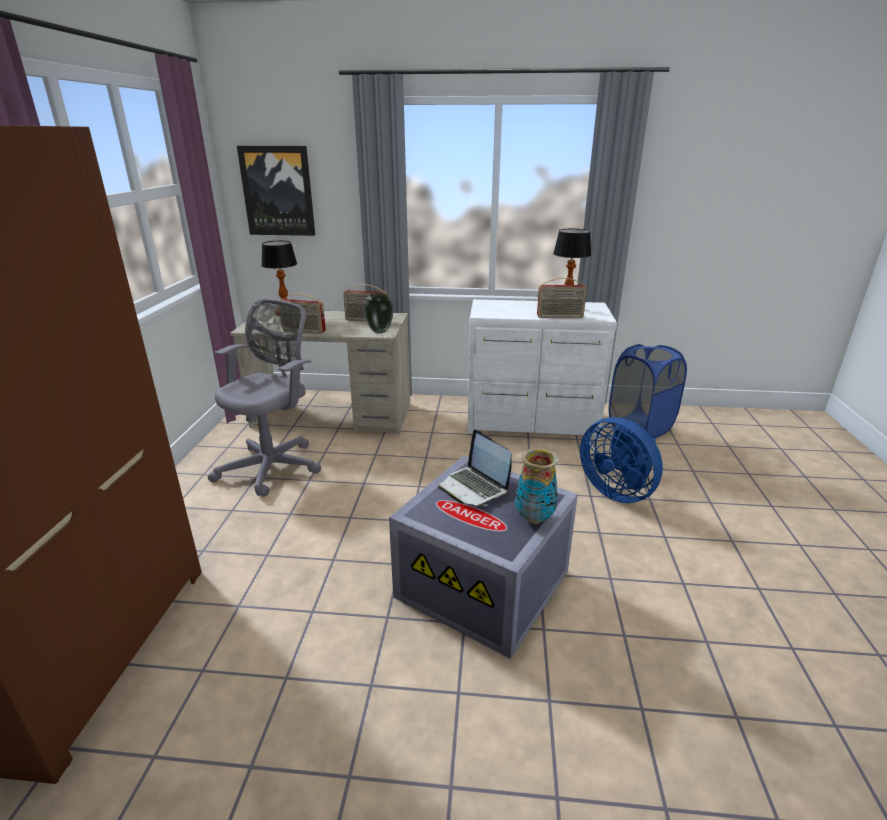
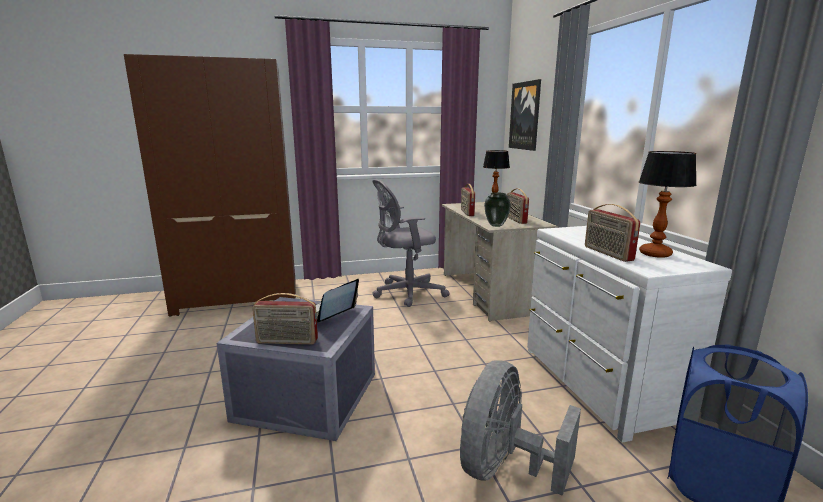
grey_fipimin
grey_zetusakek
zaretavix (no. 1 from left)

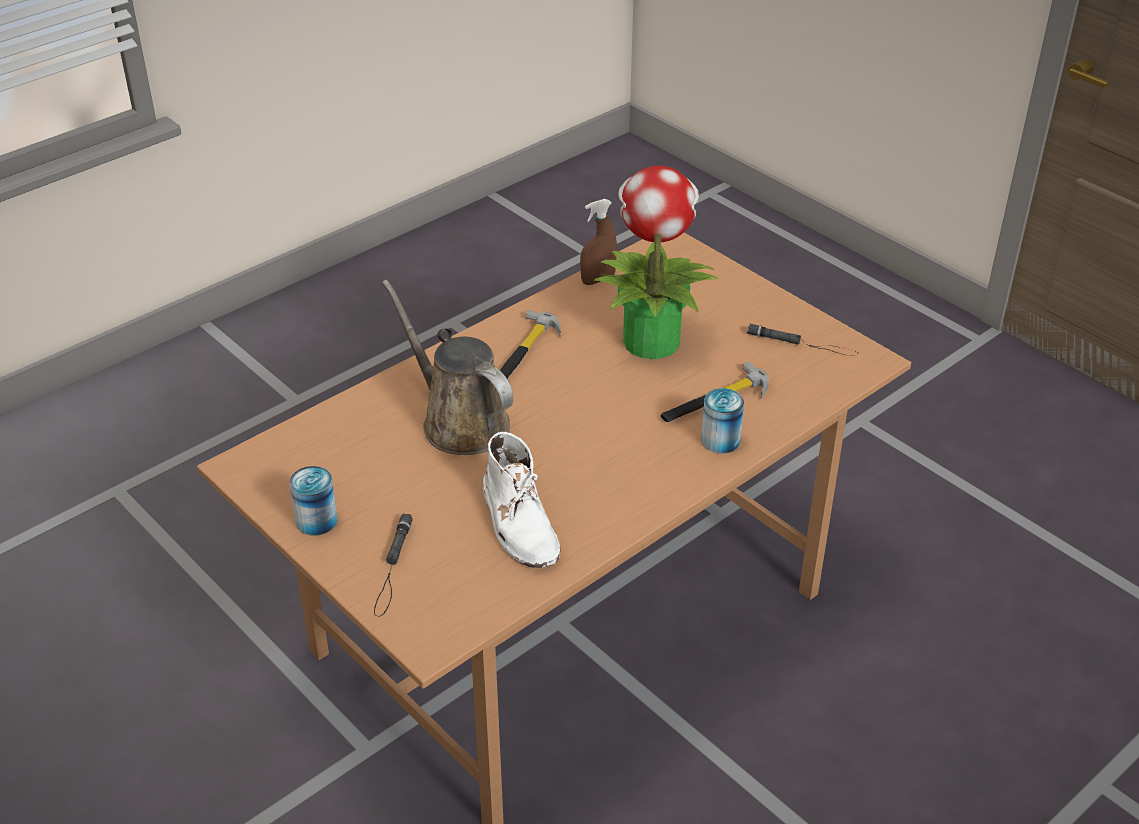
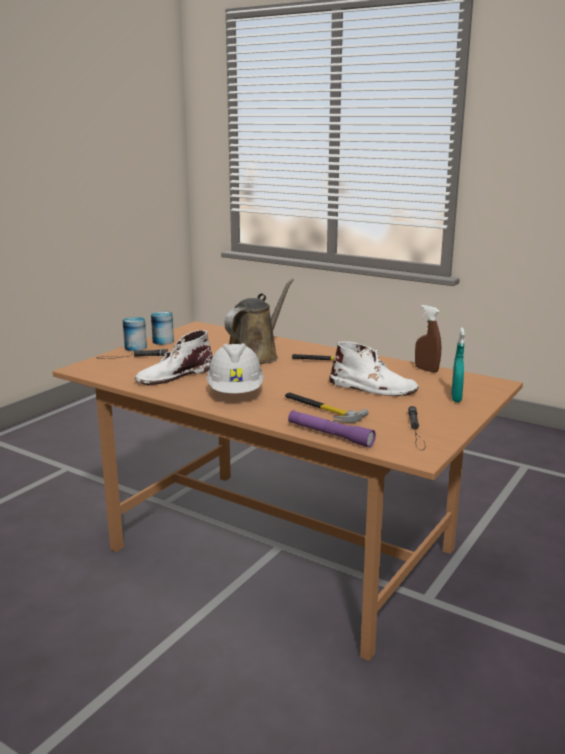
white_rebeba (no. 2 from left)
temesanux (no. 1 from left)
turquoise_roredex
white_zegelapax
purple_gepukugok

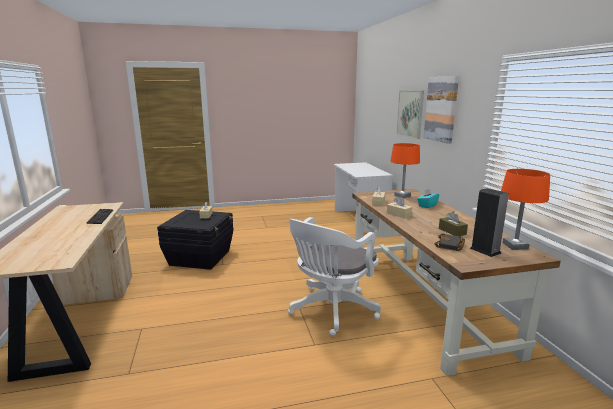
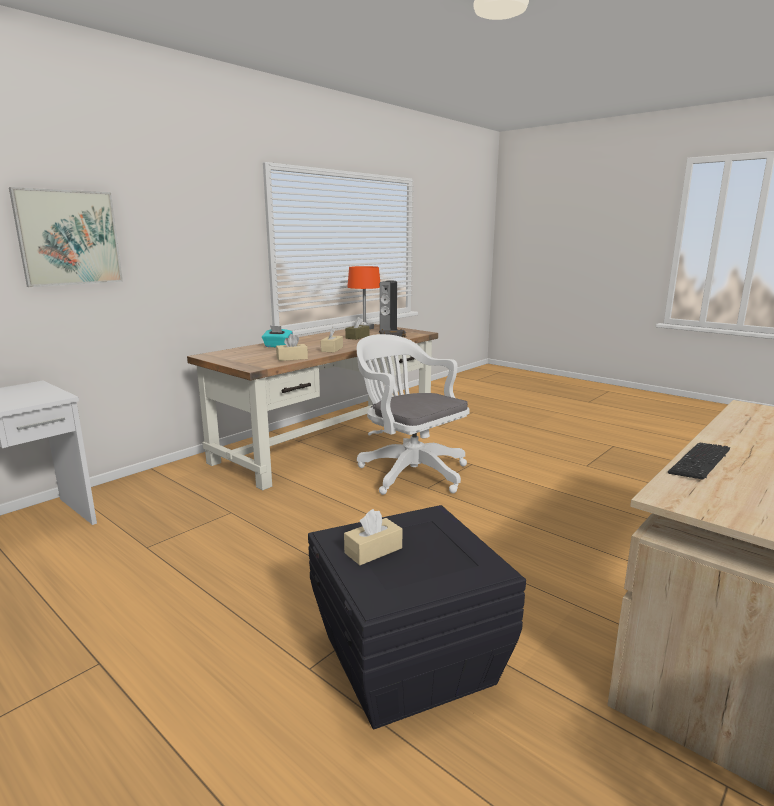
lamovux (no. 2 from left in the first image)
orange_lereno (no. 1 from left in the first image)
white_fipimin

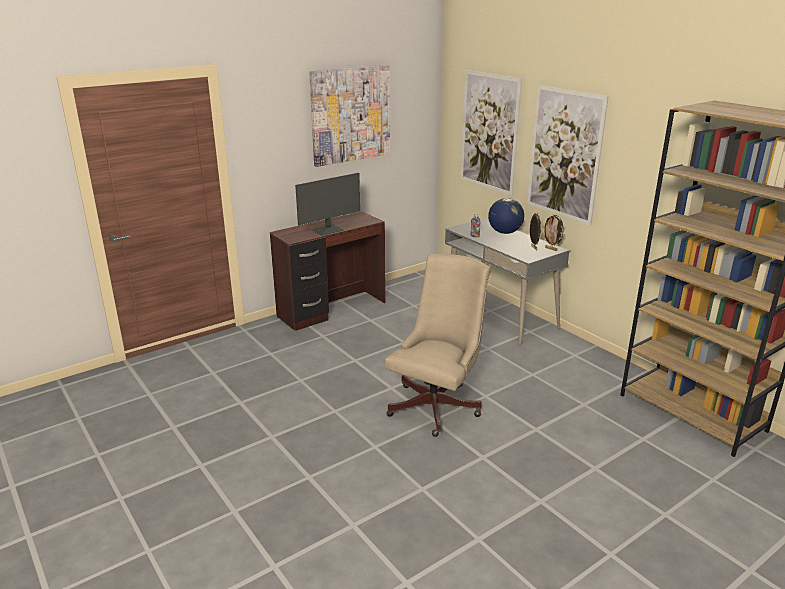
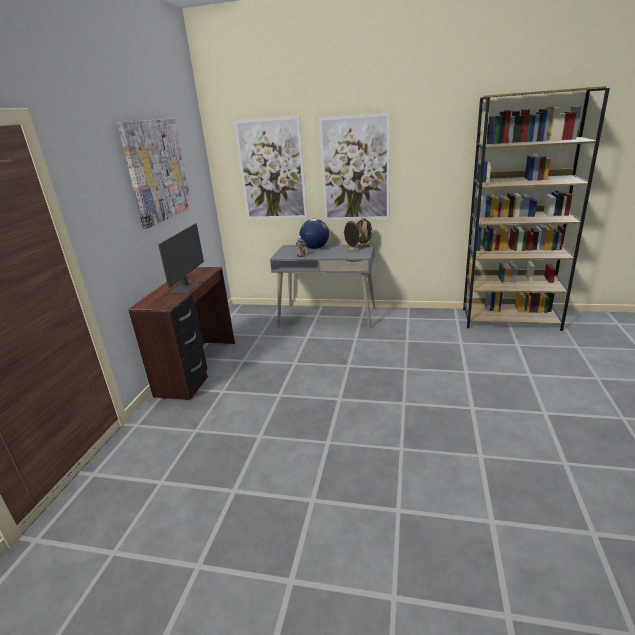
beige_fipimin

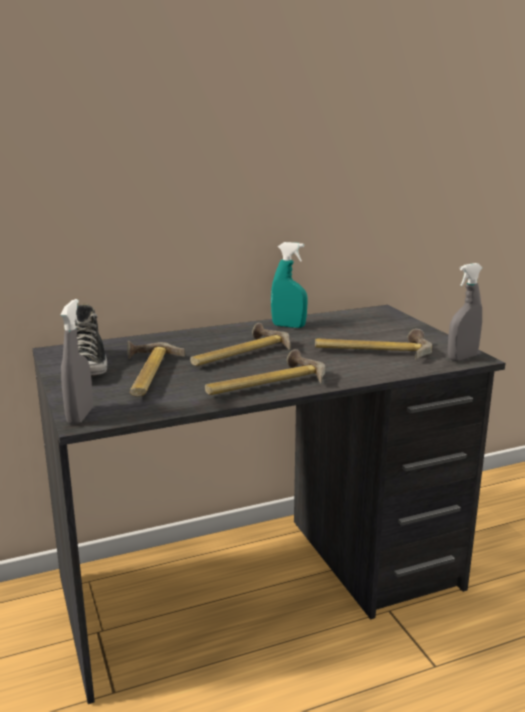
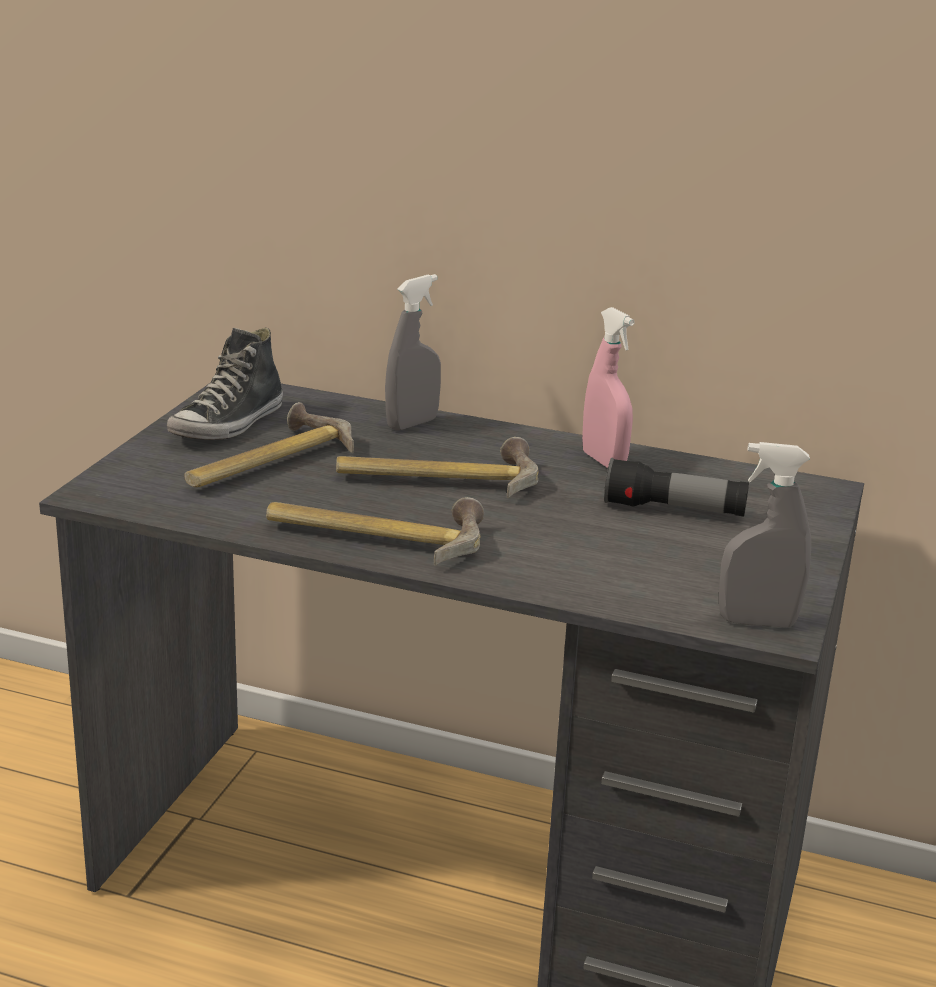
pink_roredex
grey_roredex (no. 1 from left)
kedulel (no. 4 from left in the first image)
gepukugok

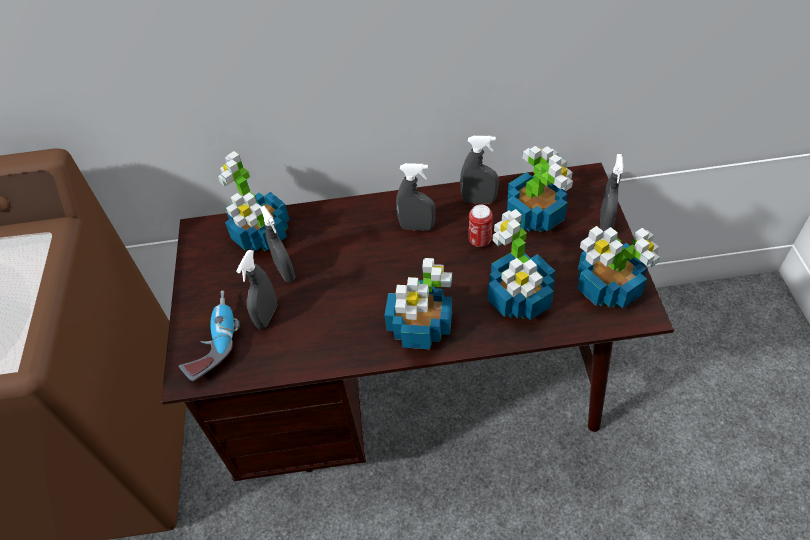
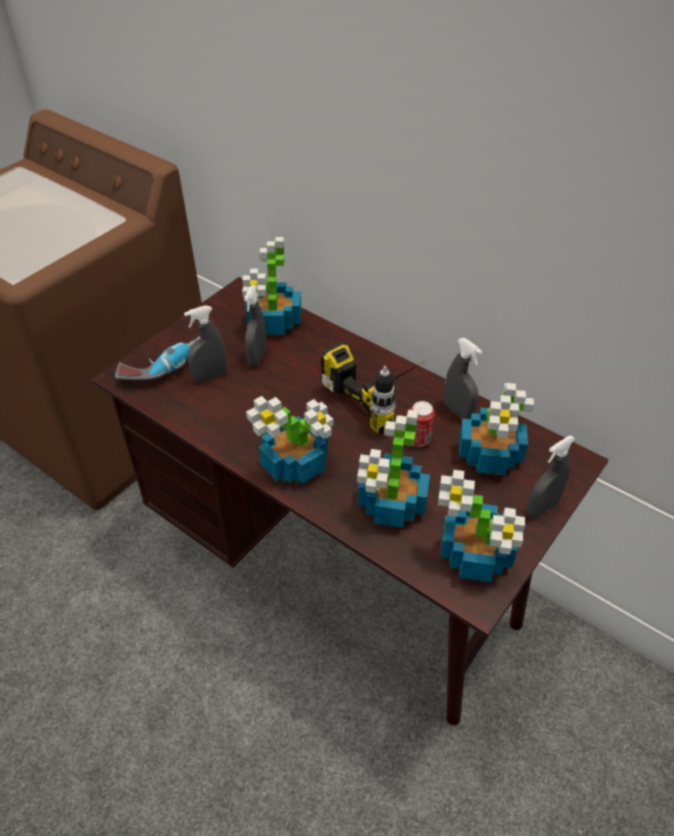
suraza (no. 2 from left)

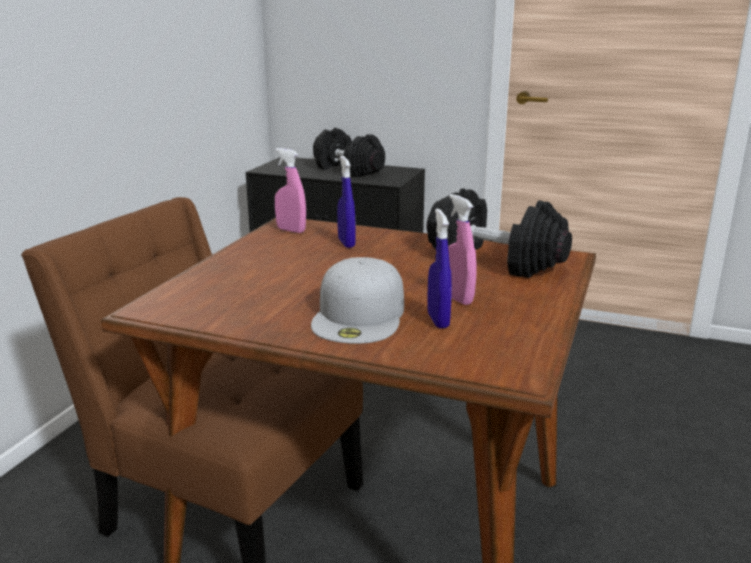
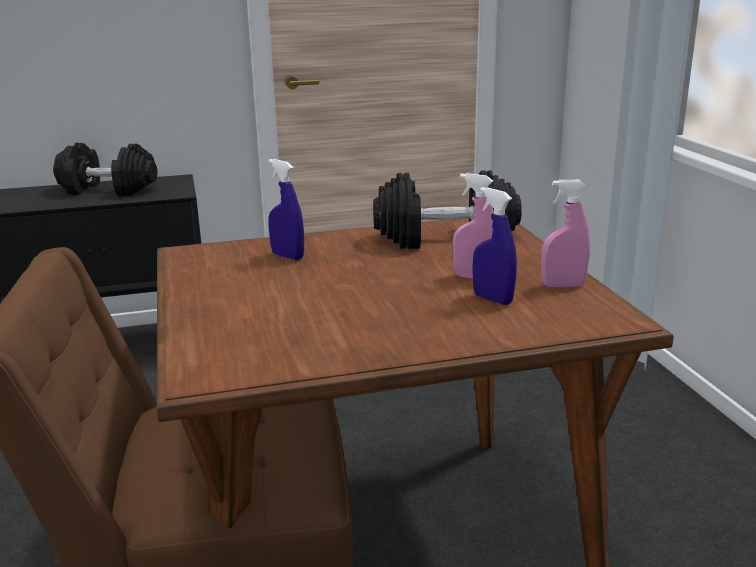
pink_roredex (no. 2 from left)
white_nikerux

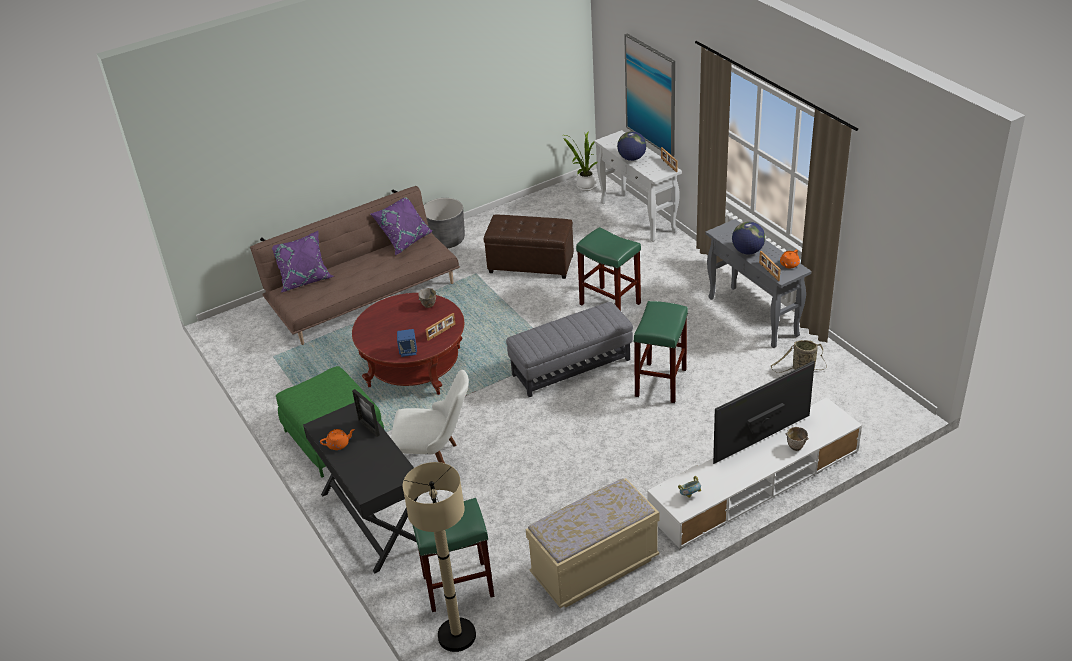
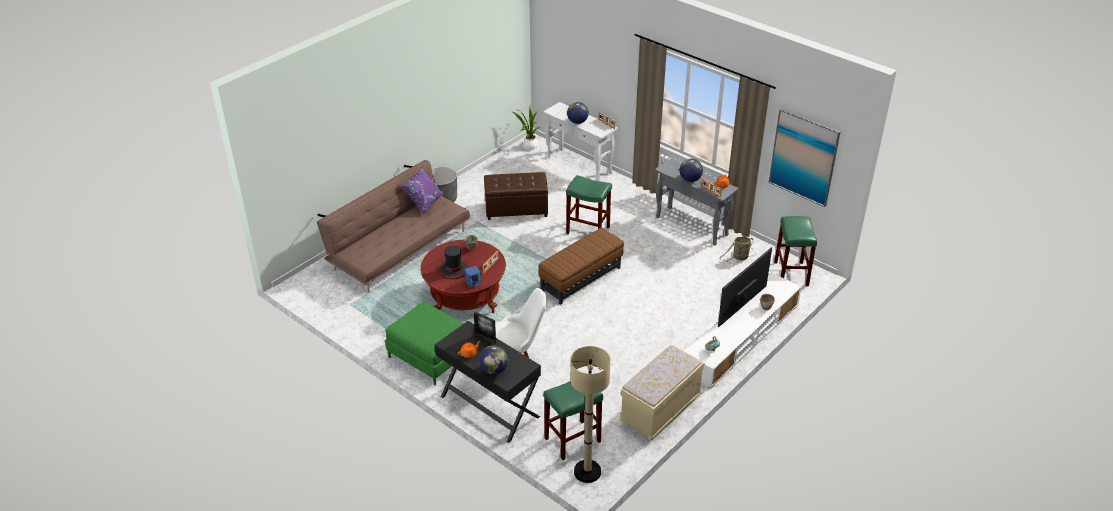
lamovux
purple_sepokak (no. 1 from left in the first image)
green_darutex (no. 3 from left)
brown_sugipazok (no. 2 from left)
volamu
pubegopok (no. 1 from left)

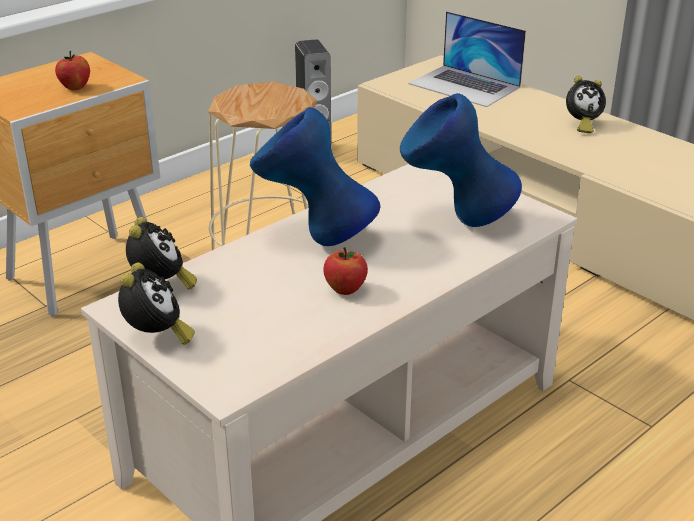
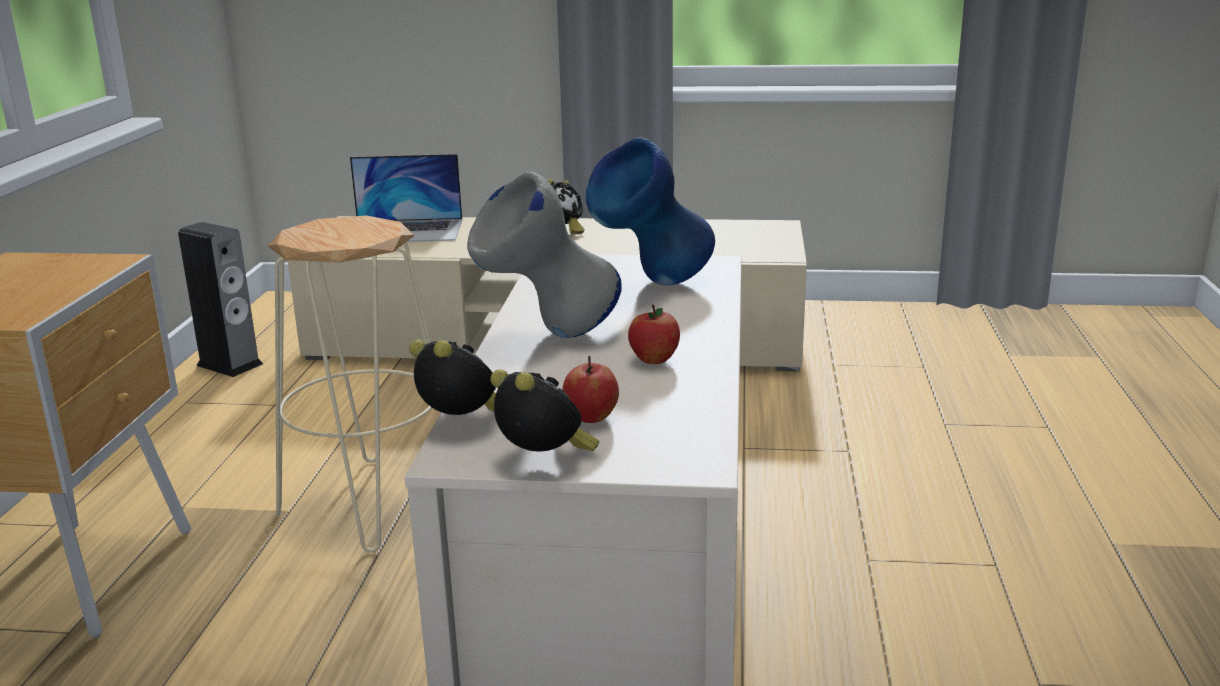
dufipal (no. 1 from left)
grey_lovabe

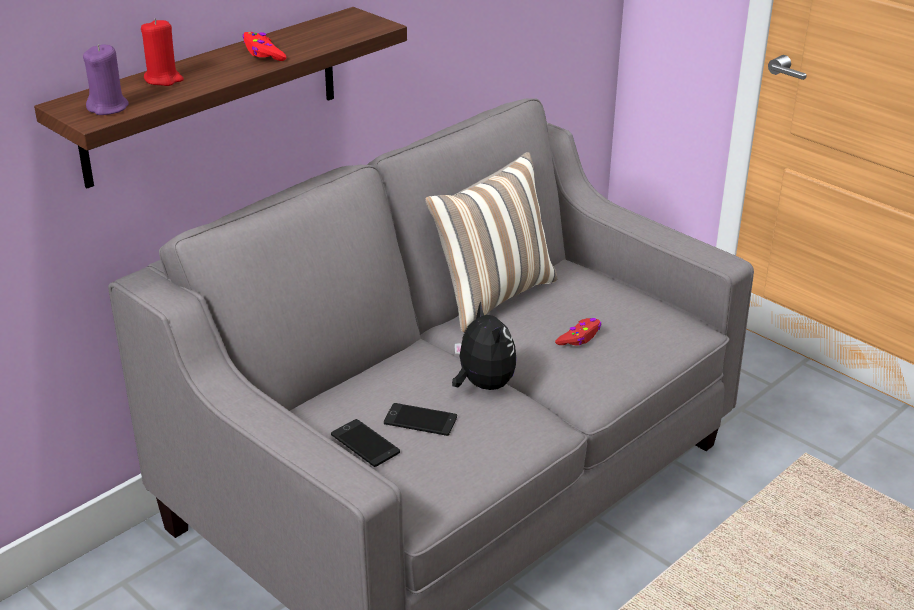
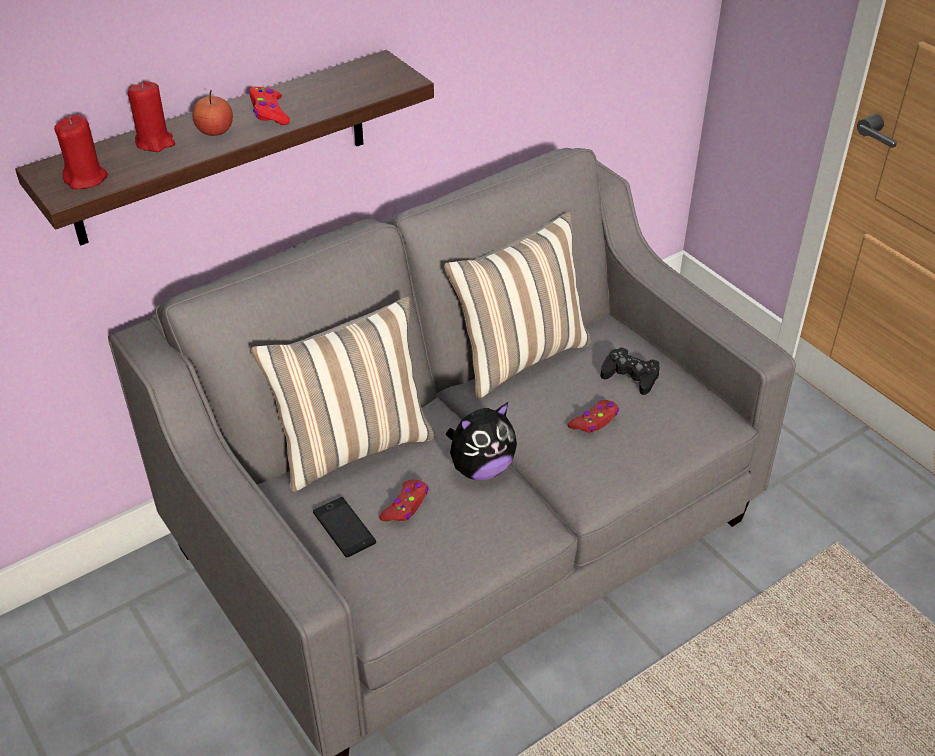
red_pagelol (no. 1 from left)
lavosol
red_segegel (no. 2 from left)
dufipal
sepokak (no. 1 from left)
black_segegel

